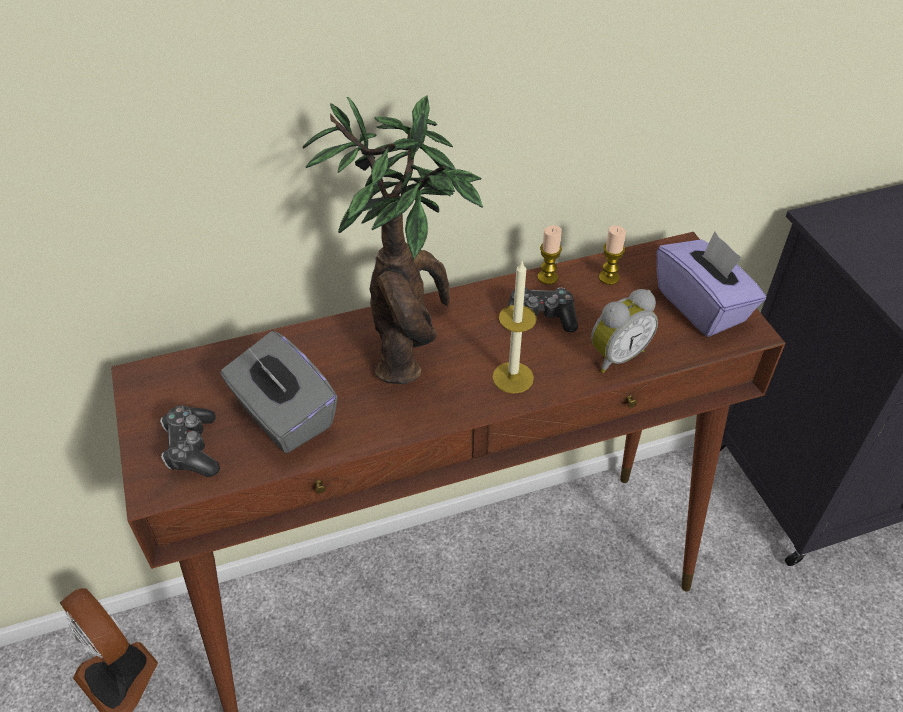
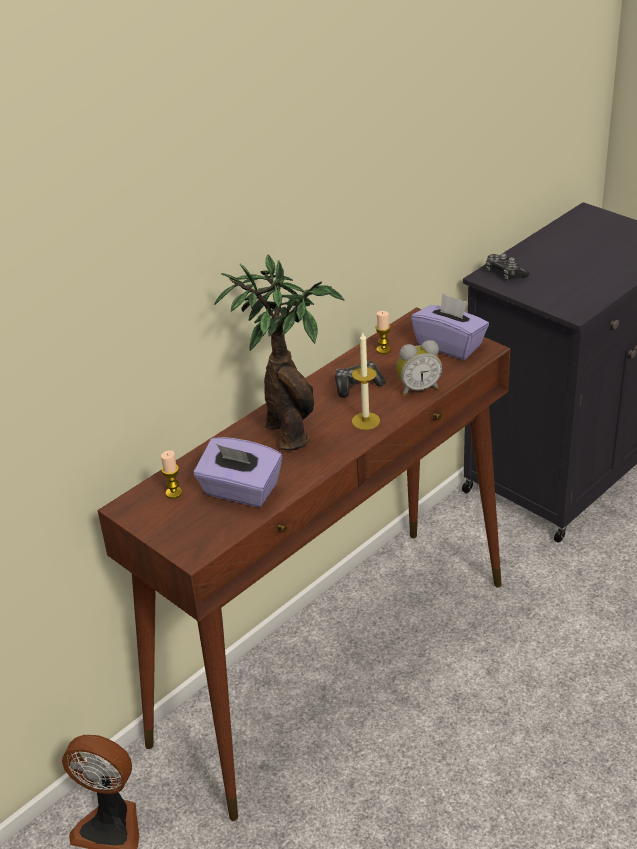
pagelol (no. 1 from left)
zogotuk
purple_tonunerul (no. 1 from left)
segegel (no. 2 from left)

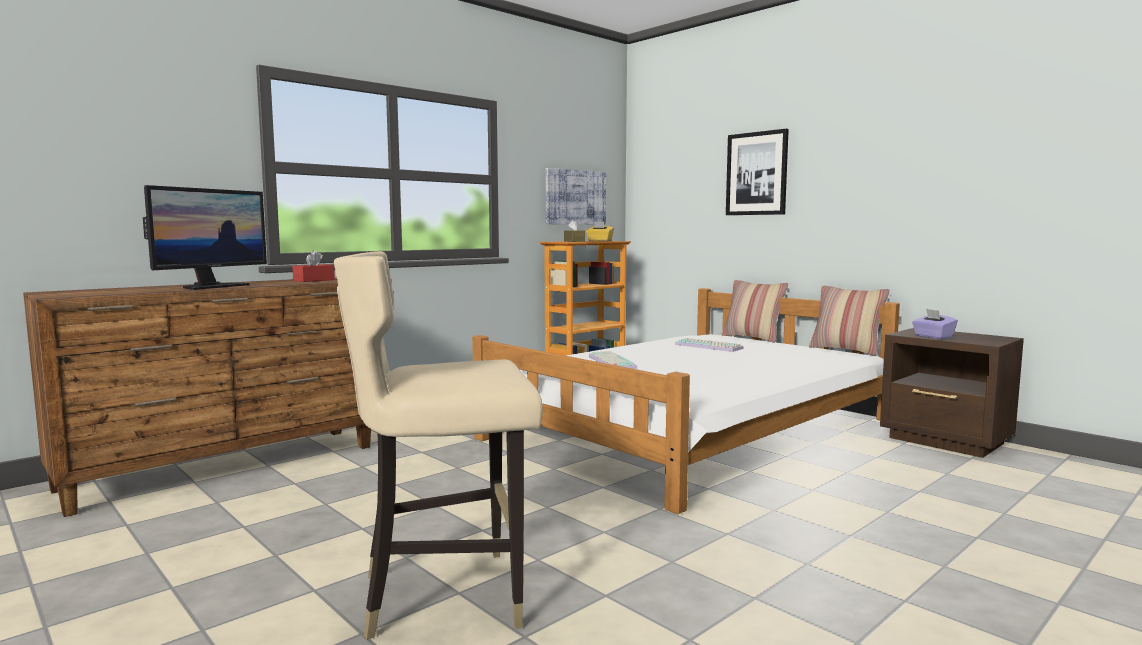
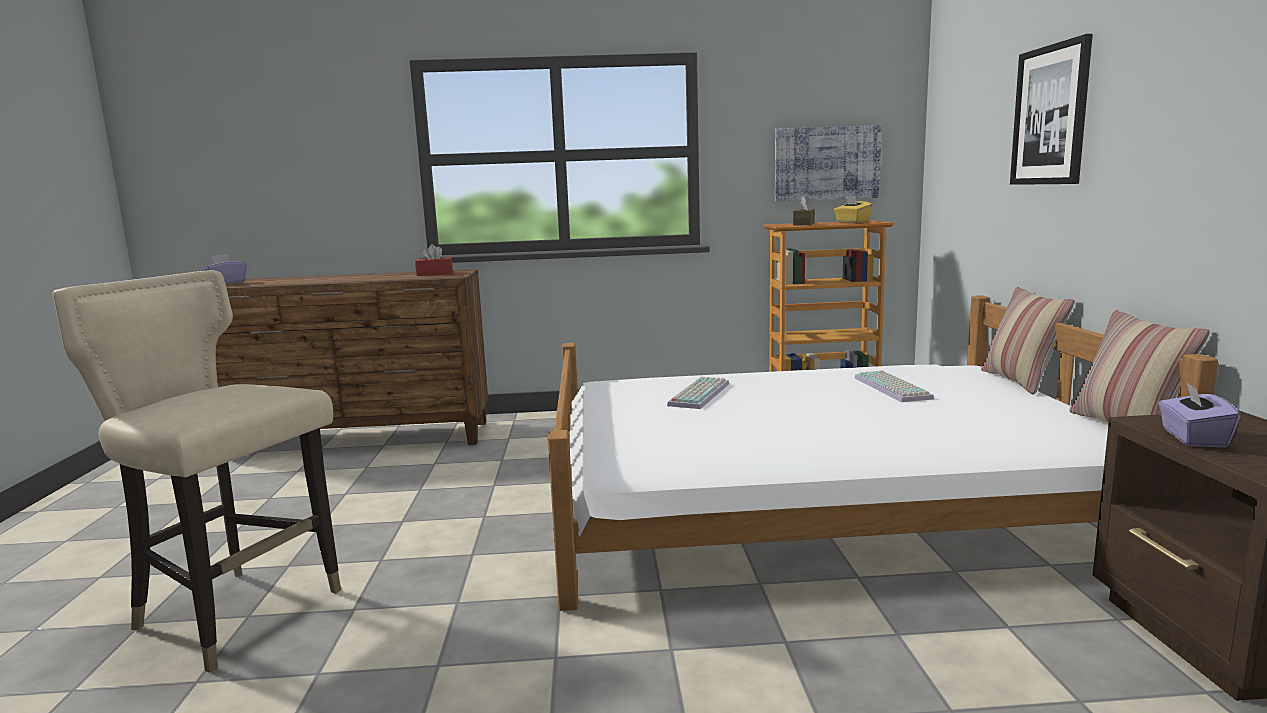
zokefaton
purple_tonunerul (no. 1 from left)

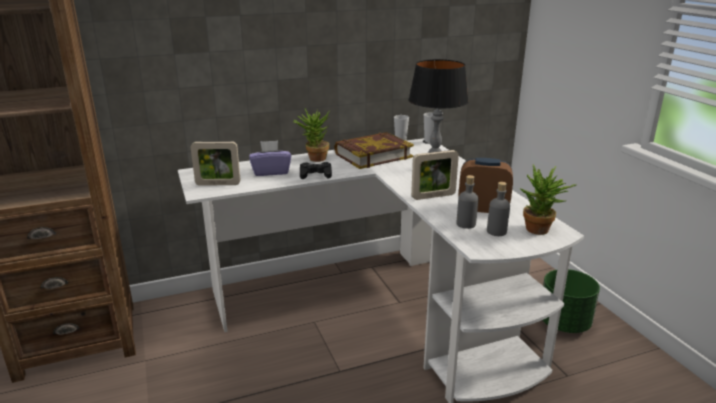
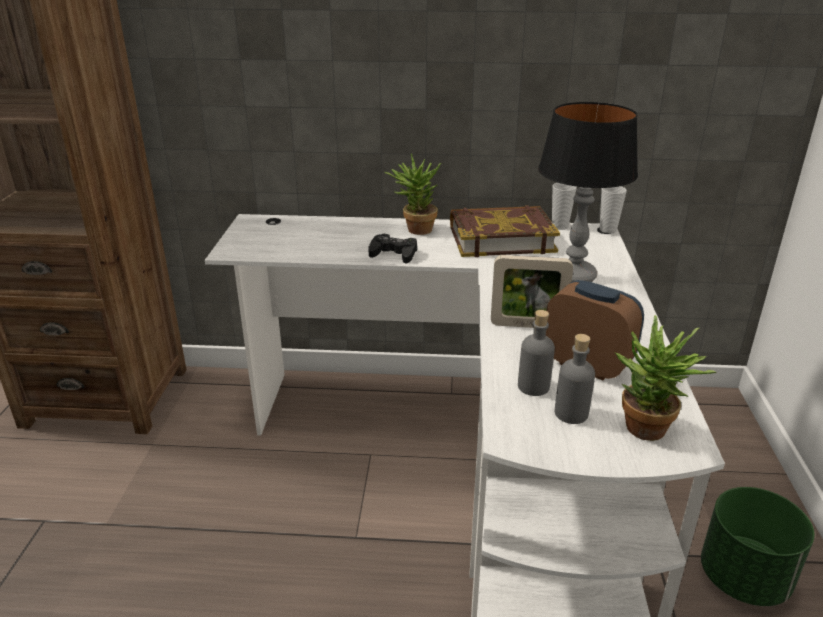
purple_tonunerul
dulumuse (no. 1 from left in the first image)

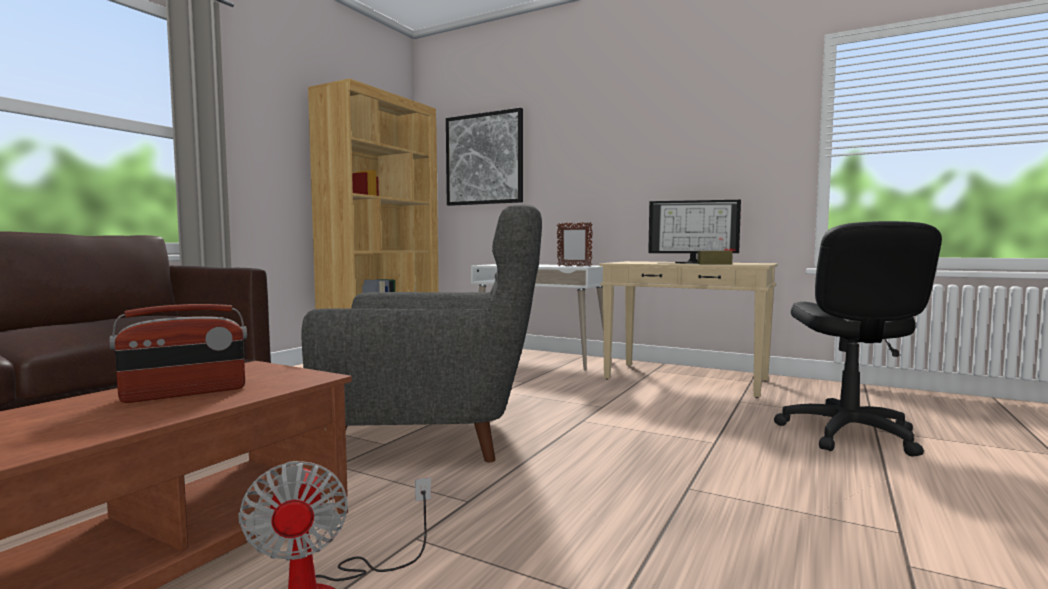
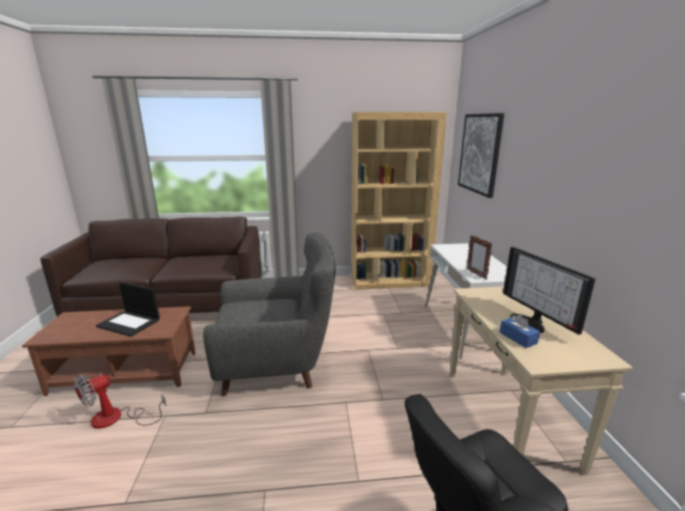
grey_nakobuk
blue_tonunerul
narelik

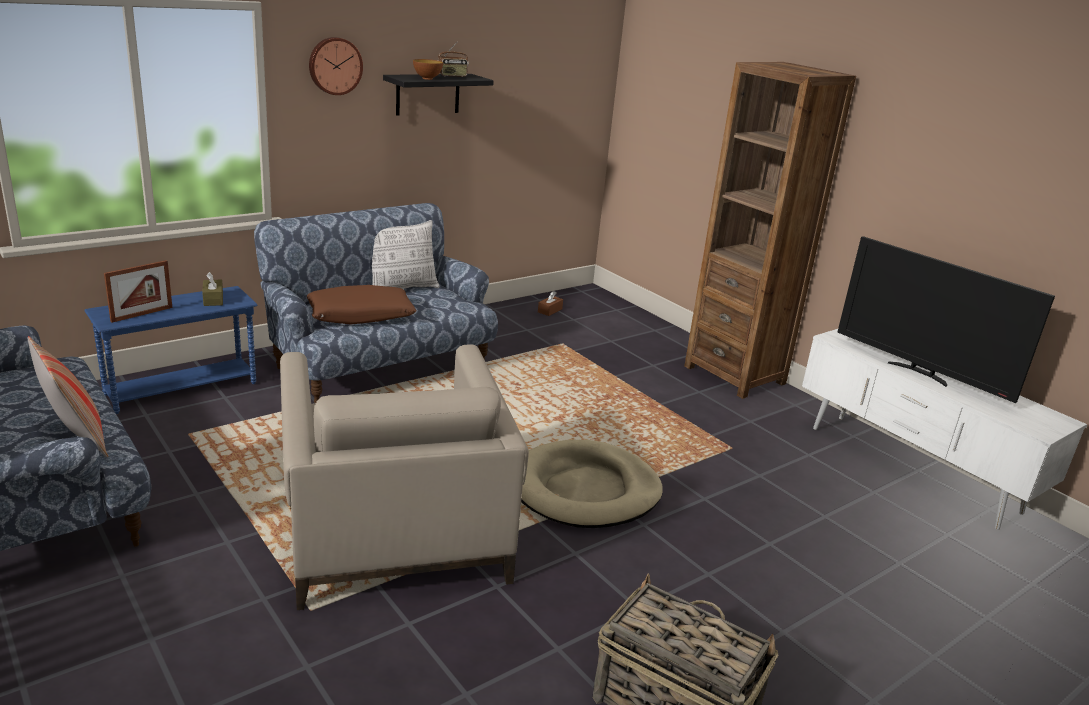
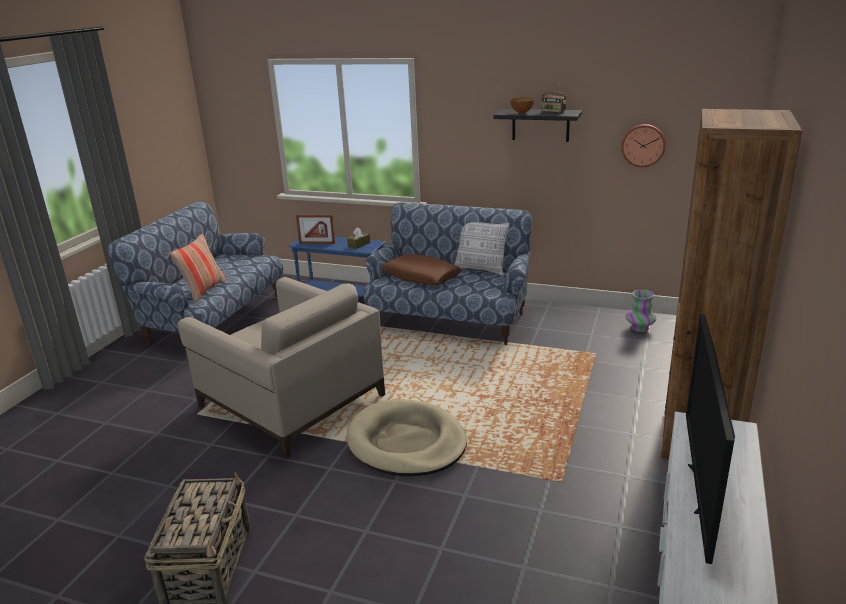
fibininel
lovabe
beige_nakobuk

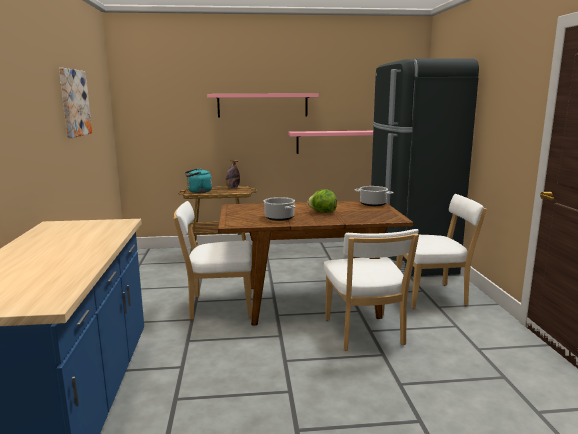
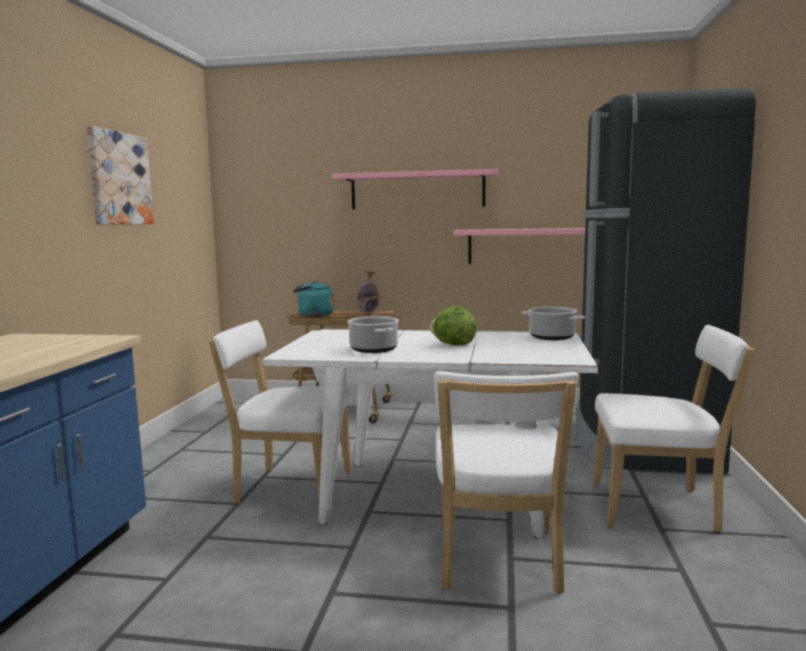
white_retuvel

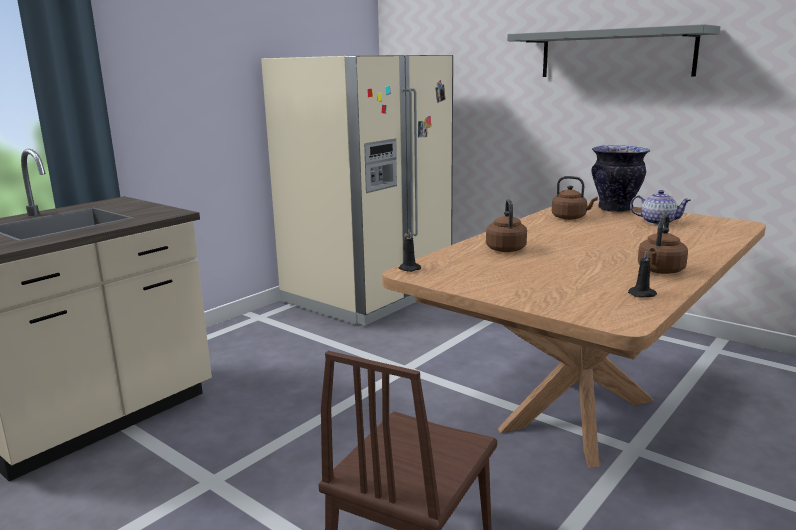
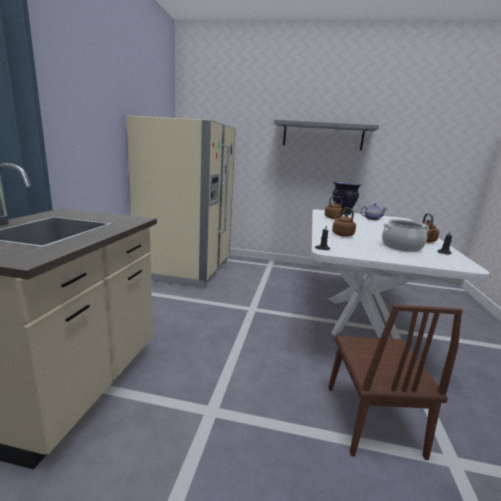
white_retuvel
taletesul

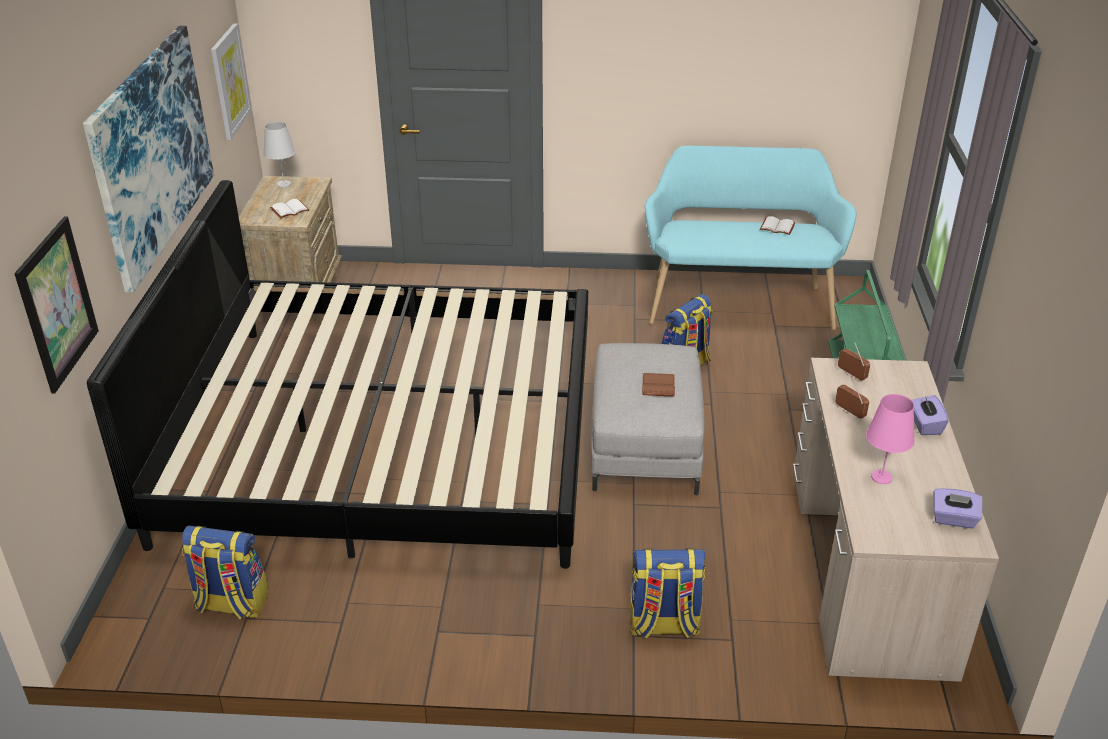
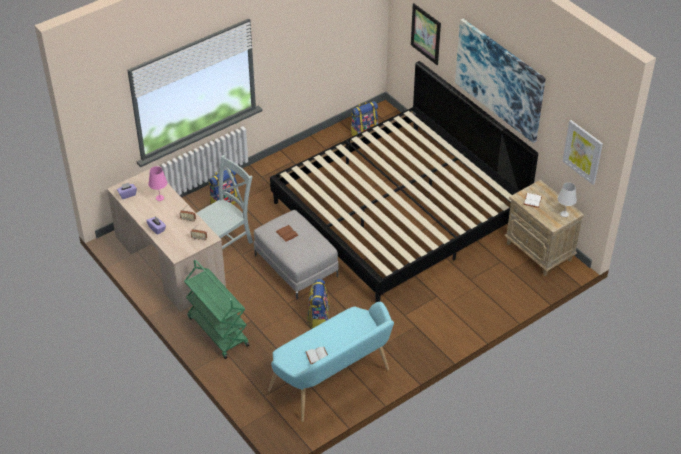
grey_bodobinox

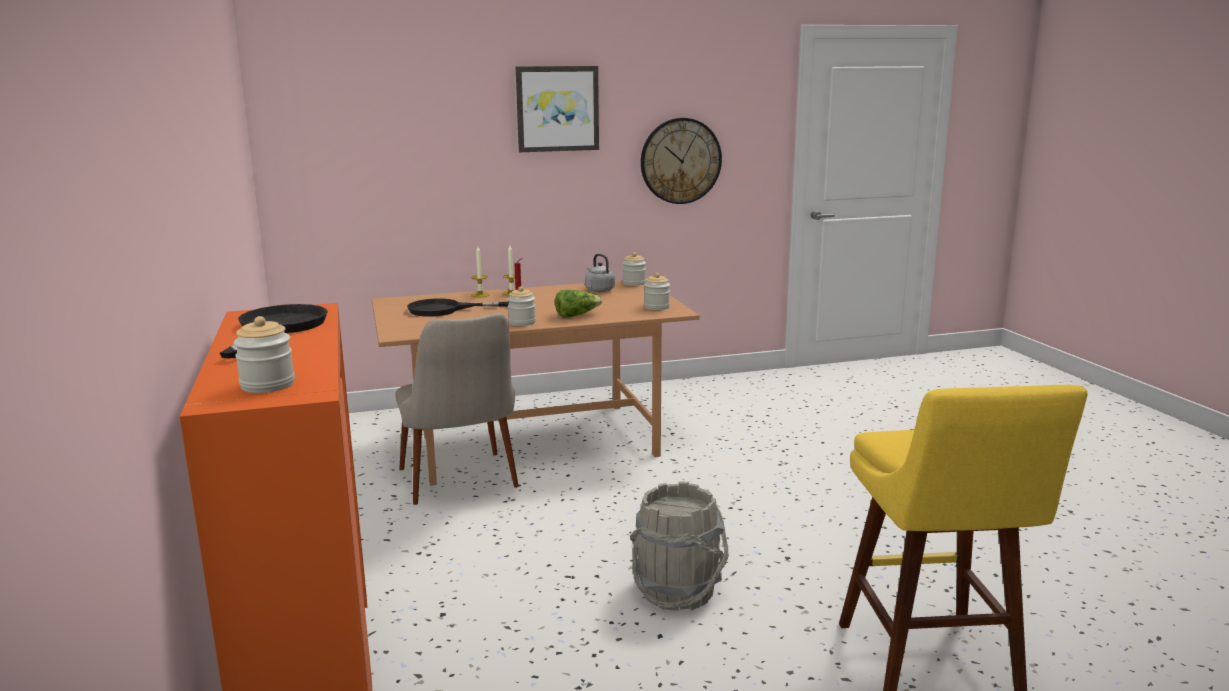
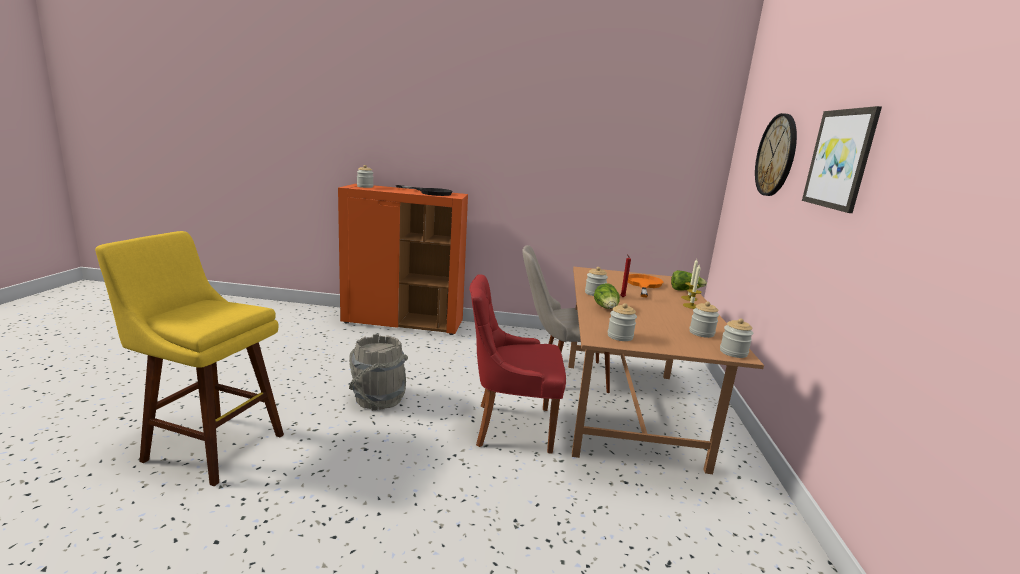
fibininel
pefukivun (no. 4 from left)
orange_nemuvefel
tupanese (no. 2 from left)
red_bodobinox

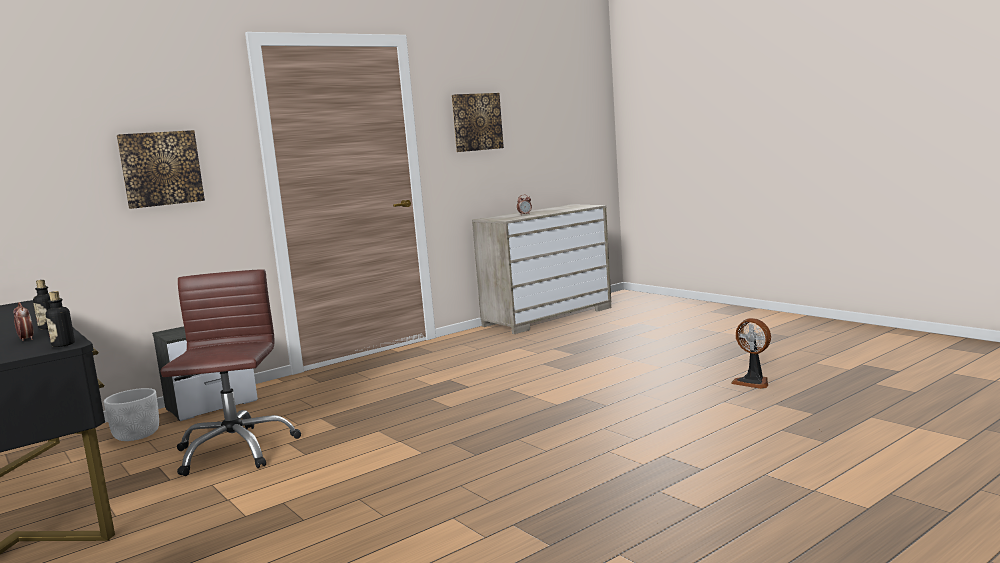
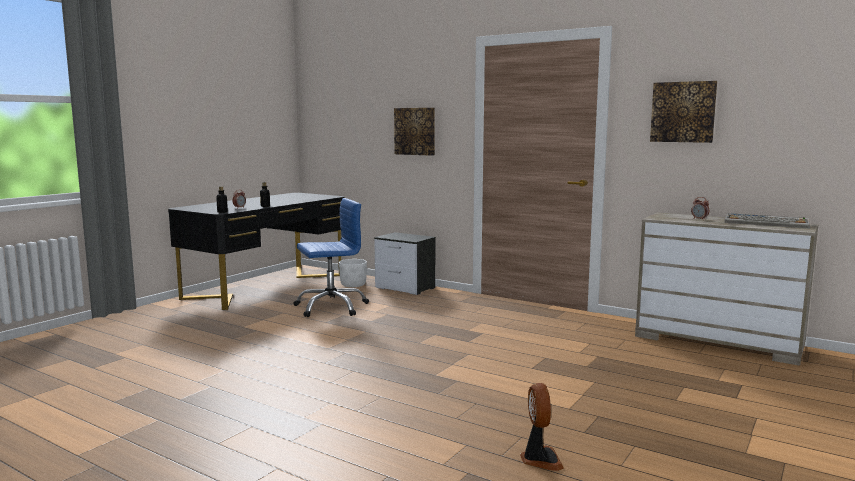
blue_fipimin
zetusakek
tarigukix

